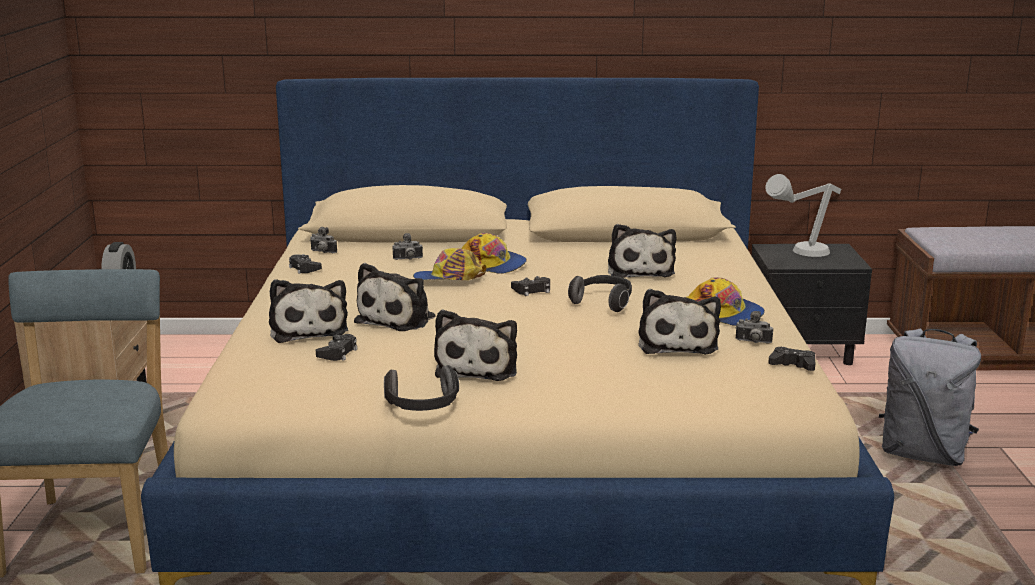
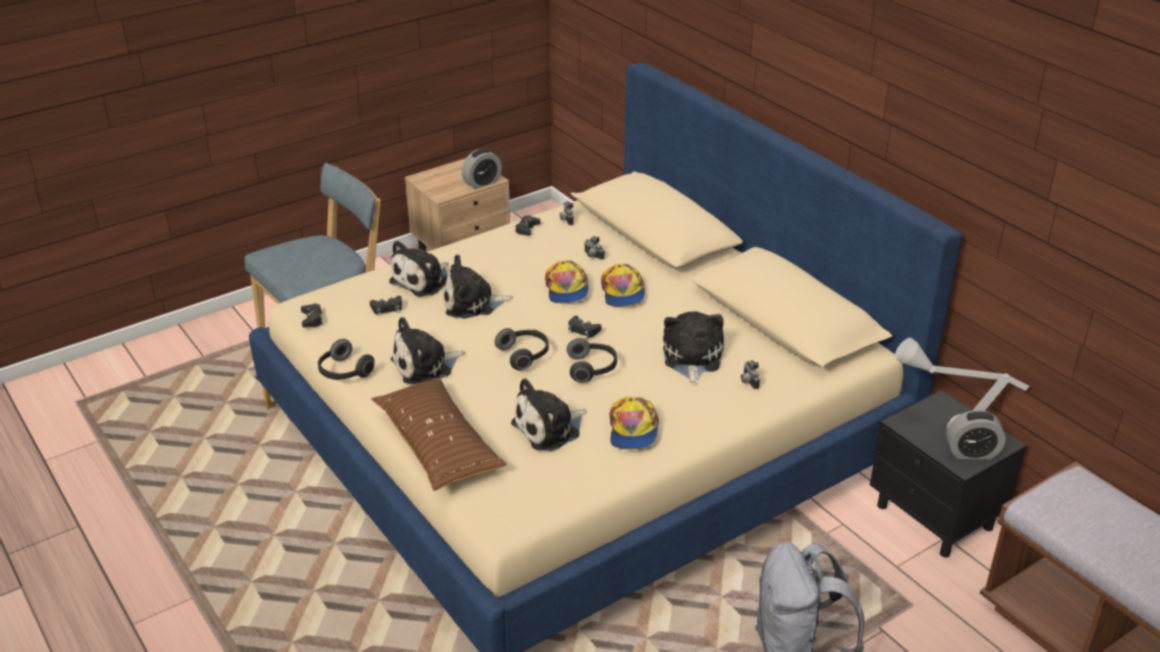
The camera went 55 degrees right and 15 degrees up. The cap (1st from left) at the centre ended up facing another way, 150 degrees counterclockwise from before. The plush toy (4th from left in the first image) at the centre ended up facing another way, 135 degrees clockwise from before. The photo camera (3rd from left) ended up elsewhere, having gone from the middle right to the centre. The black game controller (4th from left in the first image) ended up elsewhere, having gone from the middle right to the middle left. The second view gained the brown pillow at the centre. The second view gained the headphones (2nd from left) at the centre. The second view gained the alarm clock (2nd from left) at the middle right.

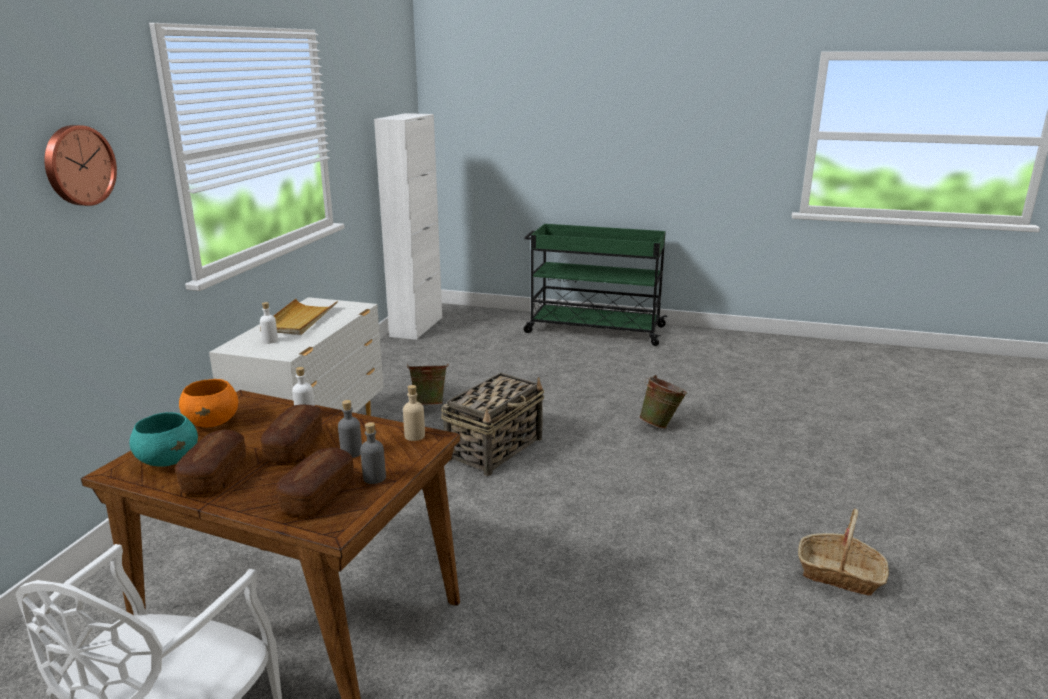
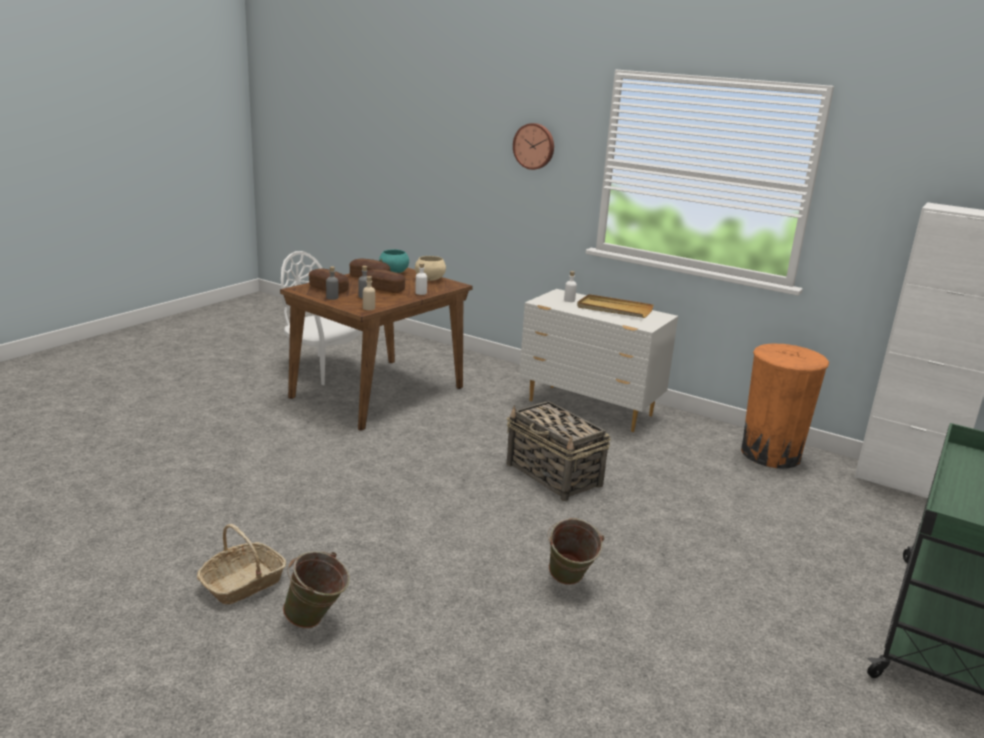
The camera went 105 degrees right and 0 degrees up. What was the orange bowl at the middle left turned into the beige bowl at the centre. The green bucket (1st from left) ended up elsewhere, having gone from the centre to the bottom left. The second view gained the orange trash can at the middle right.

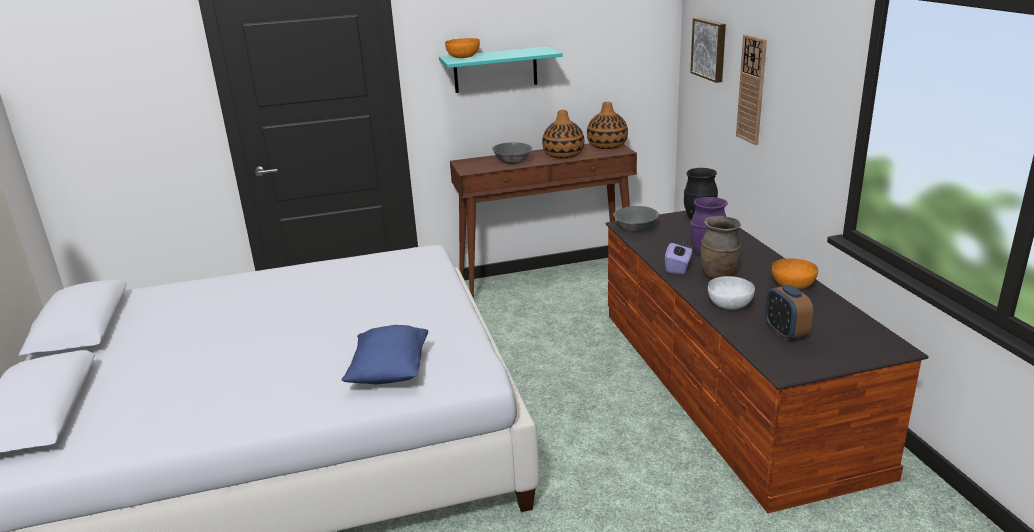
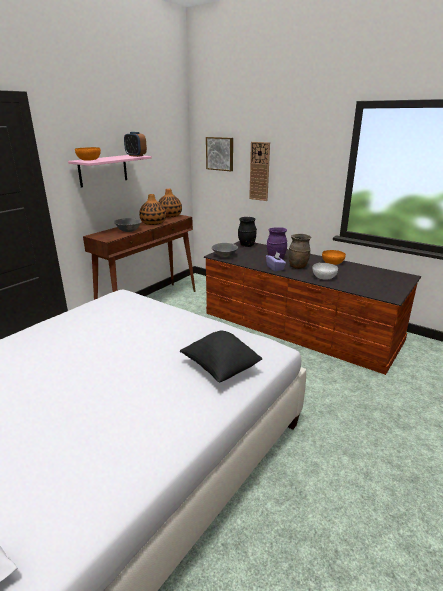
The camera went 40 degrees left and 0 degrees up. What was the blue pillow at the centre turned into the black pillow at the centre. What was the turquoise shelf at the top centre turned into the pink shelf at the top left. The alarm clock ended up elsewhere, having gone from the middle right to the top left.

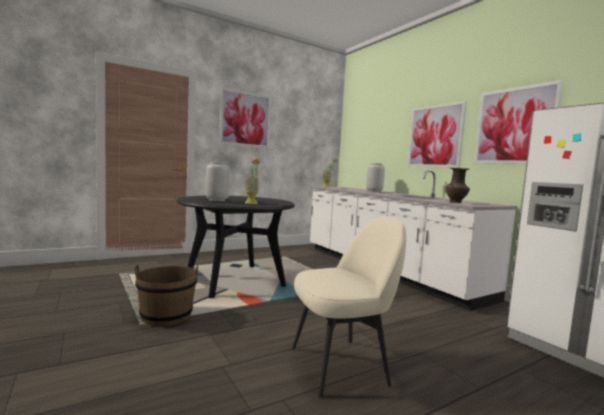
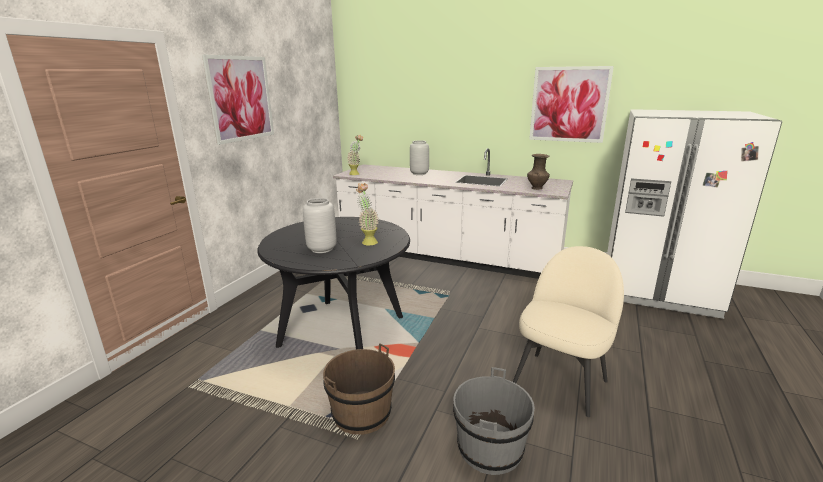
The camera went 35 degrees left and 15 degrees up. The second view lost the picture (2nd from left) at the top right. The second view gained the grey bucket at the bottom centre.

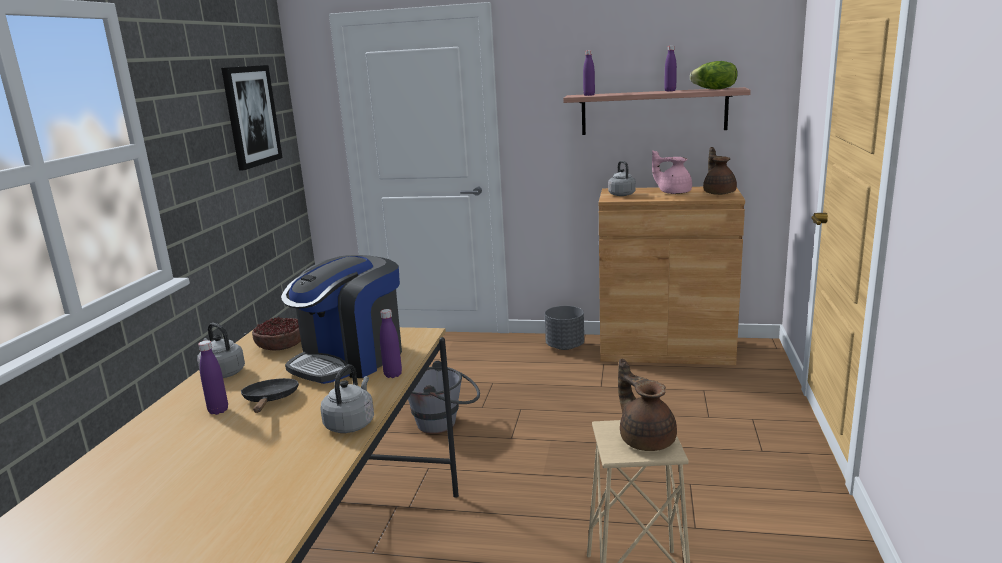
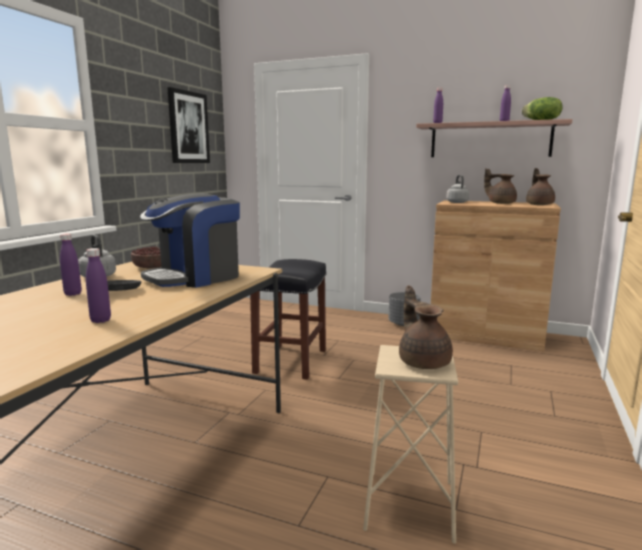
The camera went 10 degrees right and 5 degrees down. The second view lost the grey kettle (2nd from left) at the bottom centre. The purple bottle (2nd from left) ended up elsewhere, having gone from the centre to the middle left. Where the grey bucket stood at the bottom centre, the black stool came to stand at the centre. What was the pink teapot at the top right turned into the brown teapot (2nd from left) at the middle right.

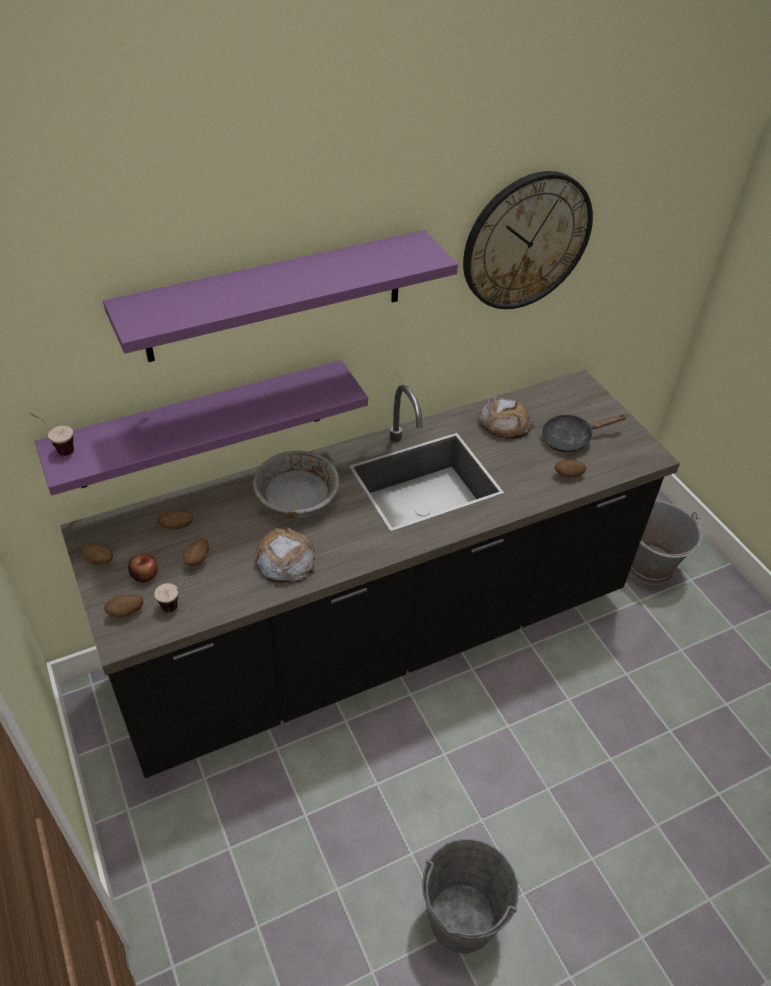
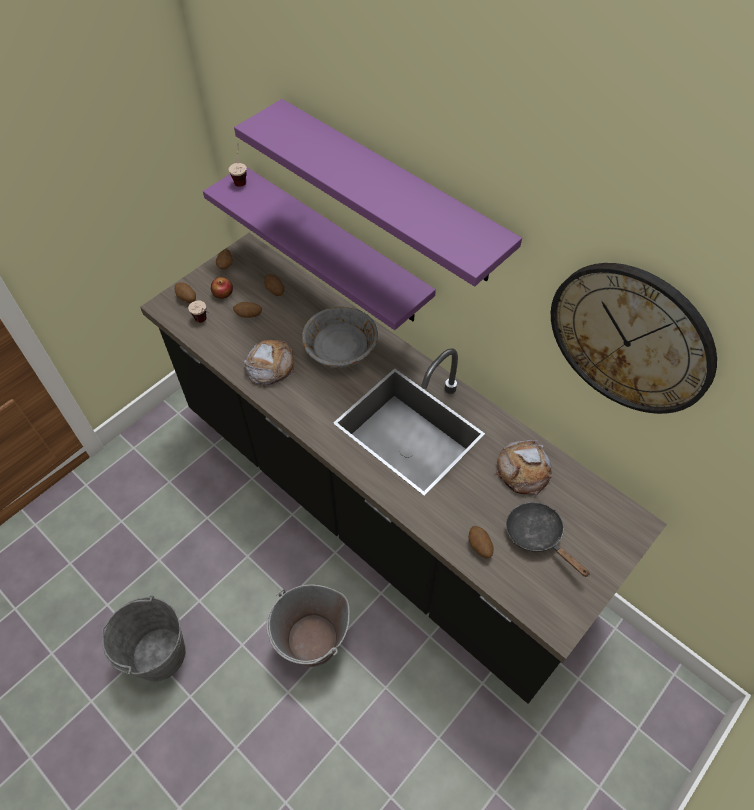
The camera went 70 degrees right and 10 degrees up. The grey bucket (2nd from left) ended up elsewhere, having gone from the middle right to the bottom centre.

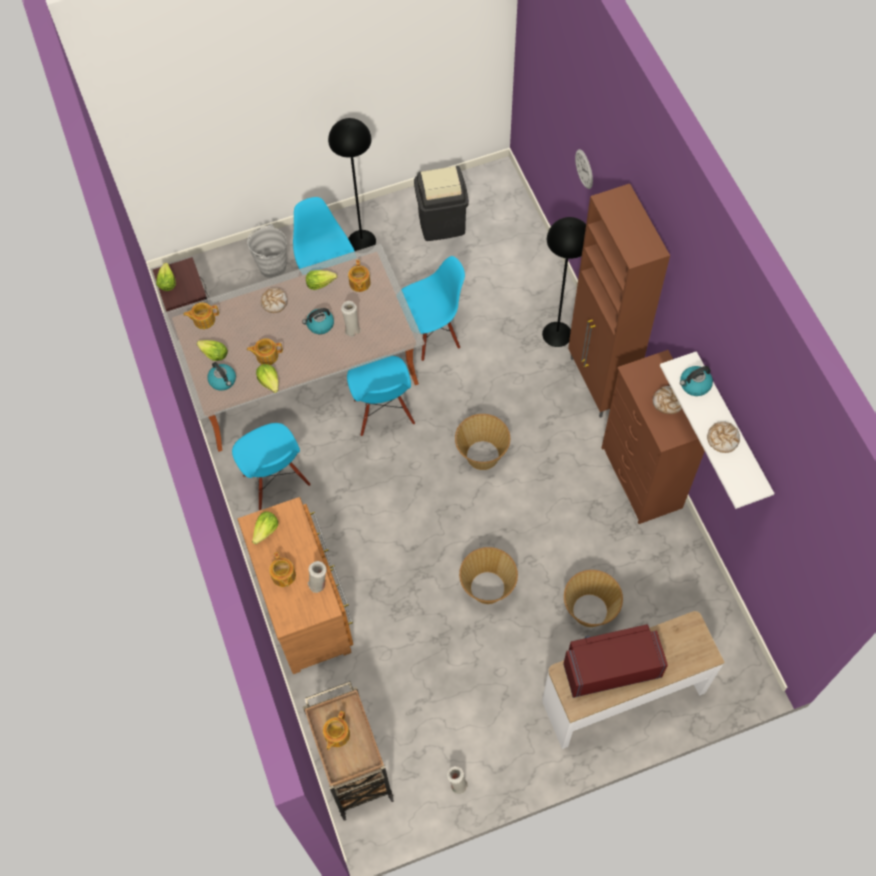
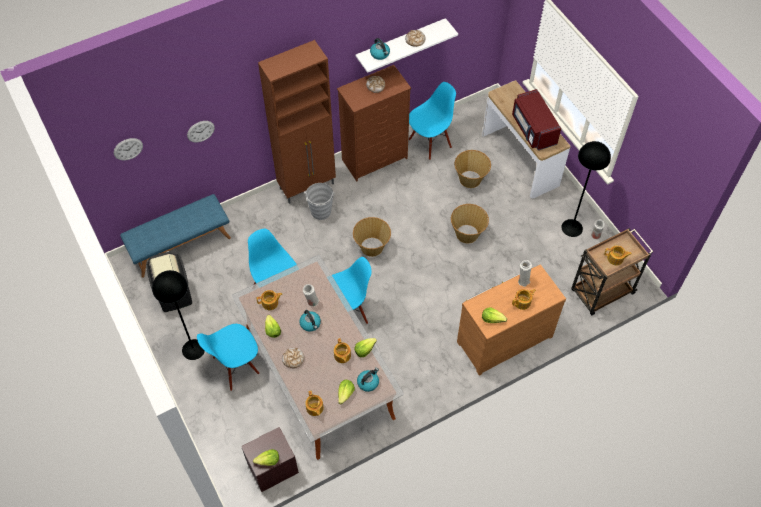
The camera went 100 degrees left and 5 degrees down. The blue chair (1st from left in the first image) ended up elsewhere, having gone from the middle left to the top centre. The grey bucket ended up elsewhere, having gone from the top left to the centre. The black floor lamp (2nd from left) ended up elsewhere, having gone from the top centre to the middle right. The second view gained the wall clock (1st from left) at the top left. The second view gained the blue bench at the middle left.

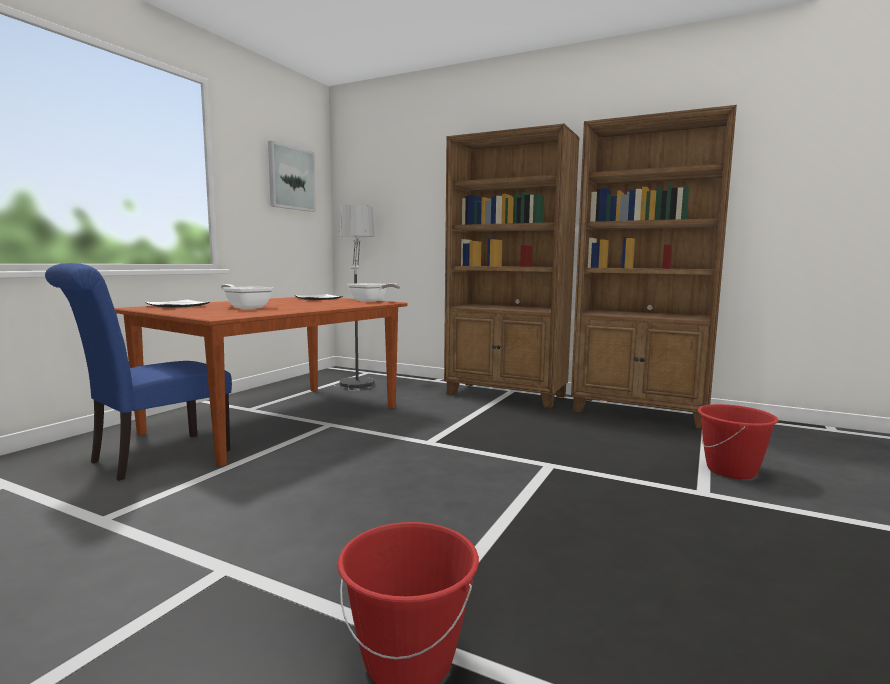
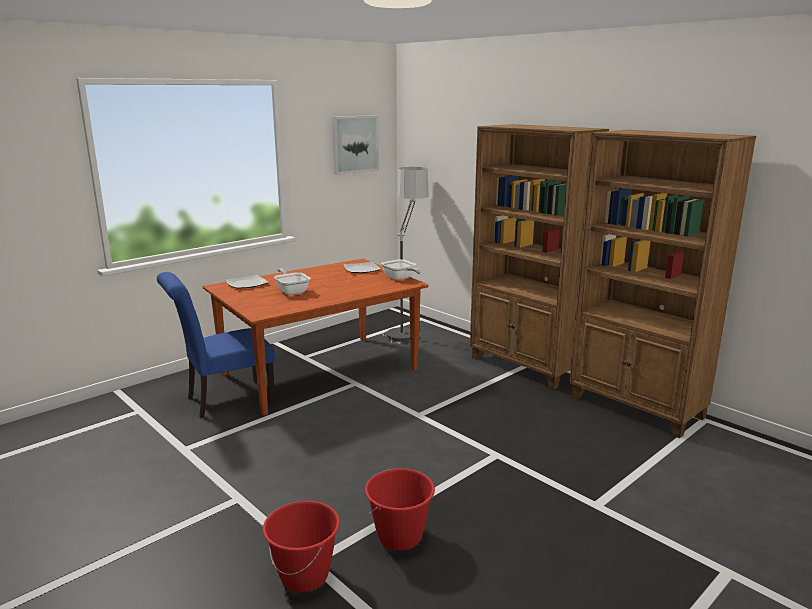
The camera went 20 degrees right and 10 degrees up. The red bucket (2nd from left) ended up elsewhere, having gone from the middle right to the bottom centre.

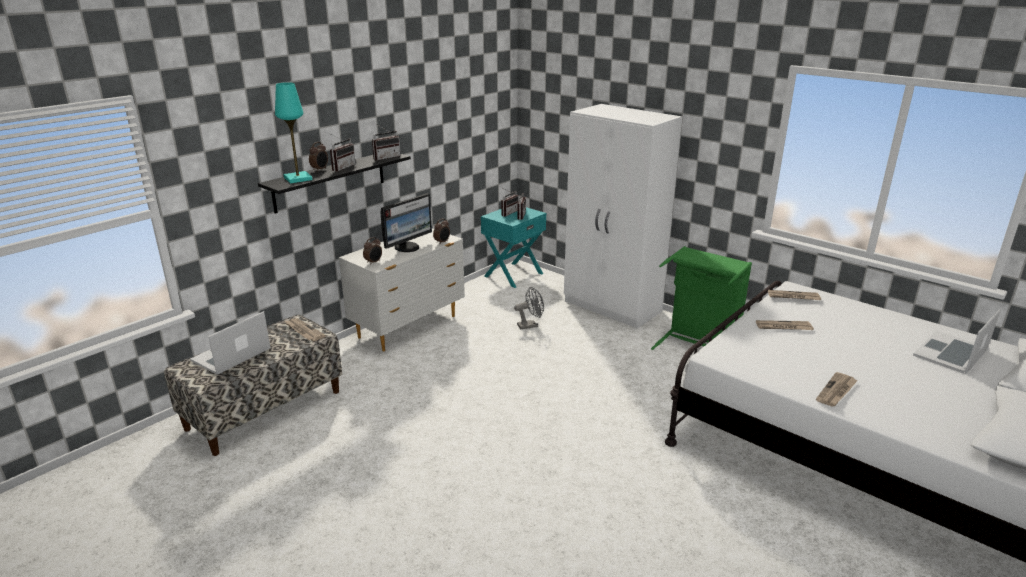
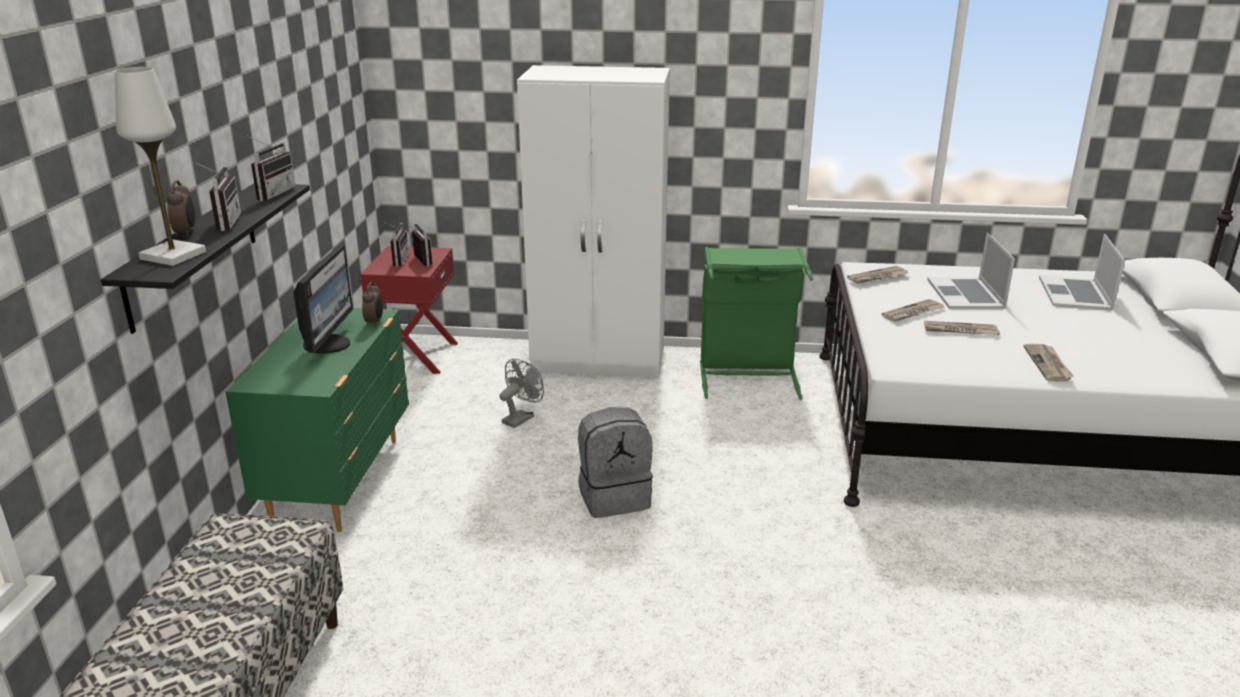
The camera went 35 degrees left and 0 degrees up. The laptop (1st from left) ended up elsewhere, having gone from the middle left to the middle right. What was the turquoise table lamp at the top left turned into the white table lamp at the top left. The newspaper (1st from left in the first image) ended up elsewhere, having gone from the middle left to the middle right. What was the white dresser at the centre turned into the green dresser at the middle left. The second view lost the alarm clock (2nd from left) at the centre. What was the turquoise nightstand at the centre turned into the red nightstand at the middle left. The second view gained the grey backpack at the centre.

